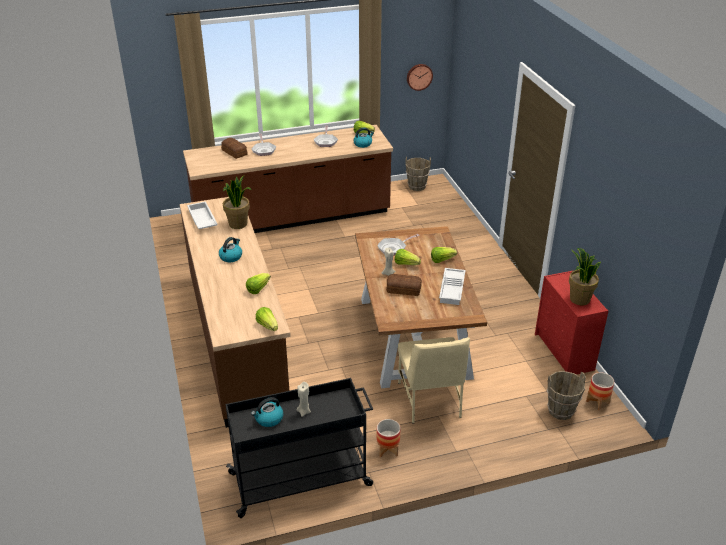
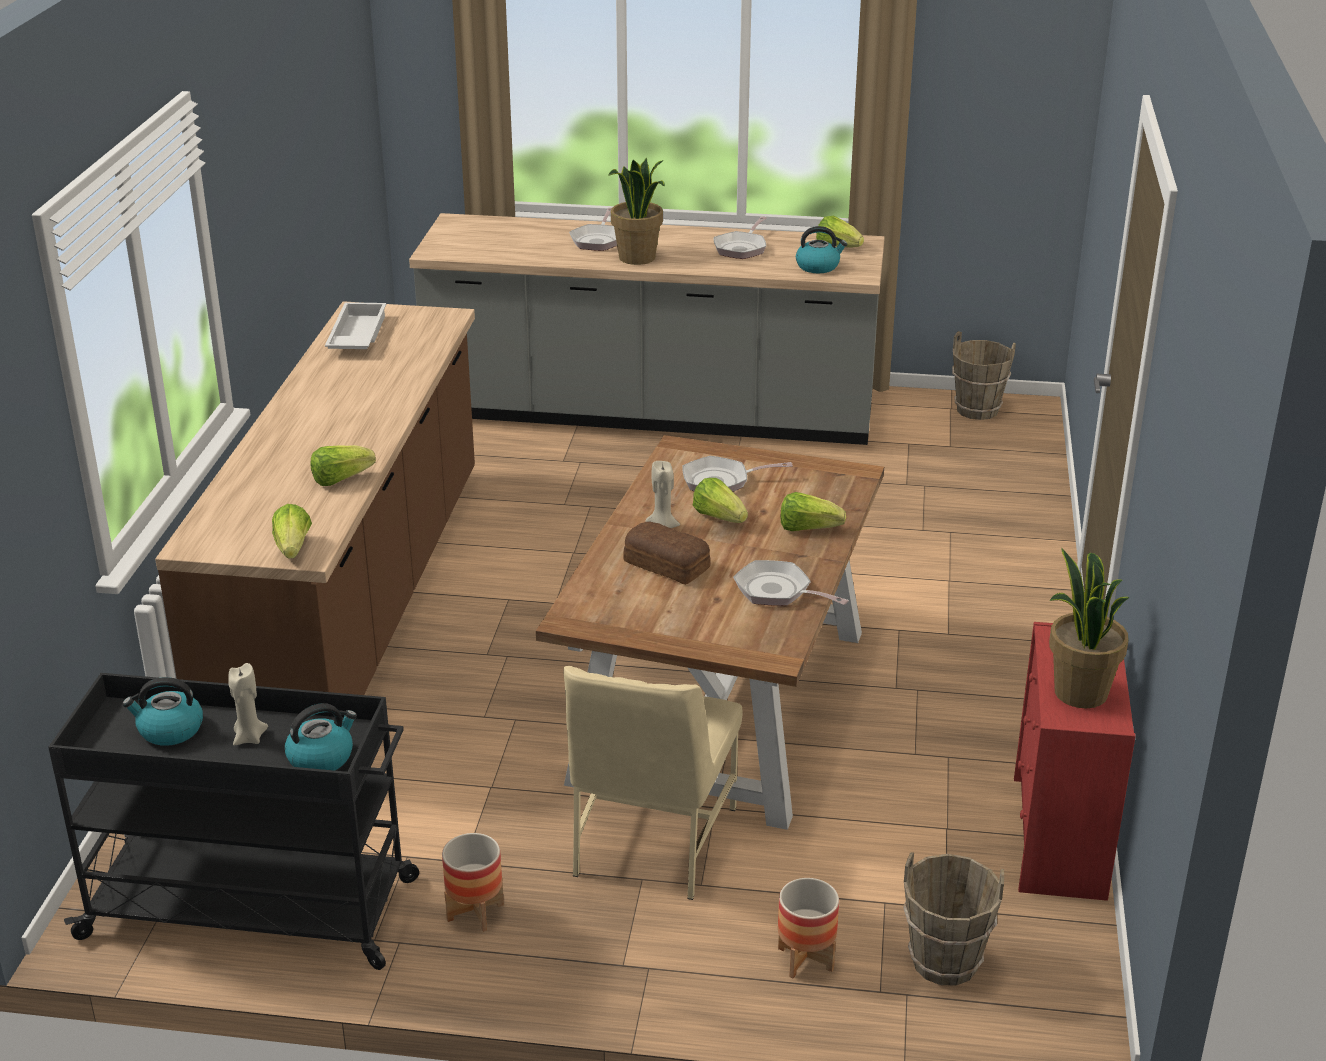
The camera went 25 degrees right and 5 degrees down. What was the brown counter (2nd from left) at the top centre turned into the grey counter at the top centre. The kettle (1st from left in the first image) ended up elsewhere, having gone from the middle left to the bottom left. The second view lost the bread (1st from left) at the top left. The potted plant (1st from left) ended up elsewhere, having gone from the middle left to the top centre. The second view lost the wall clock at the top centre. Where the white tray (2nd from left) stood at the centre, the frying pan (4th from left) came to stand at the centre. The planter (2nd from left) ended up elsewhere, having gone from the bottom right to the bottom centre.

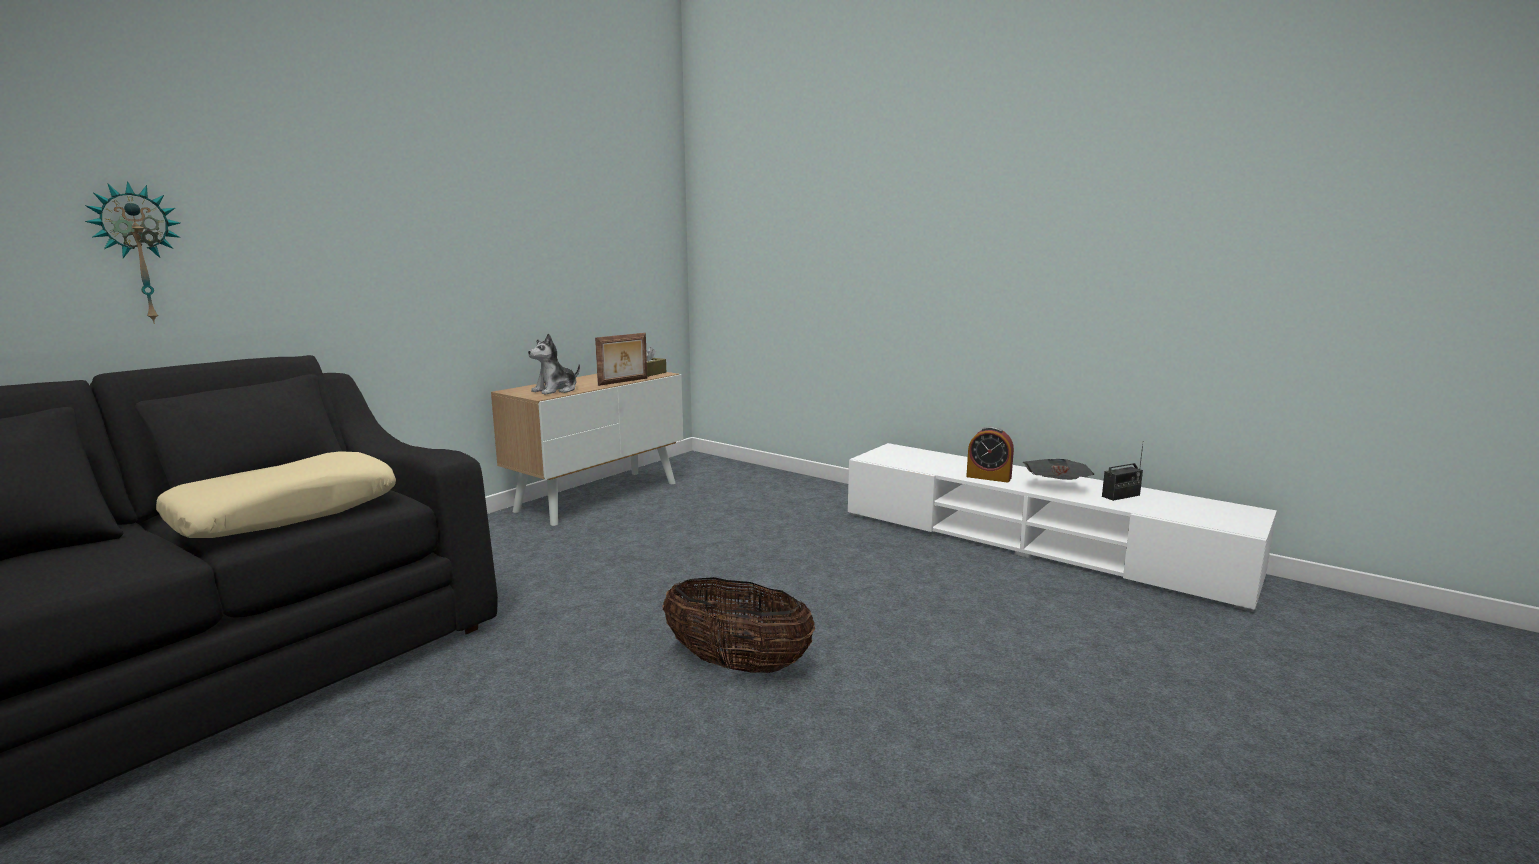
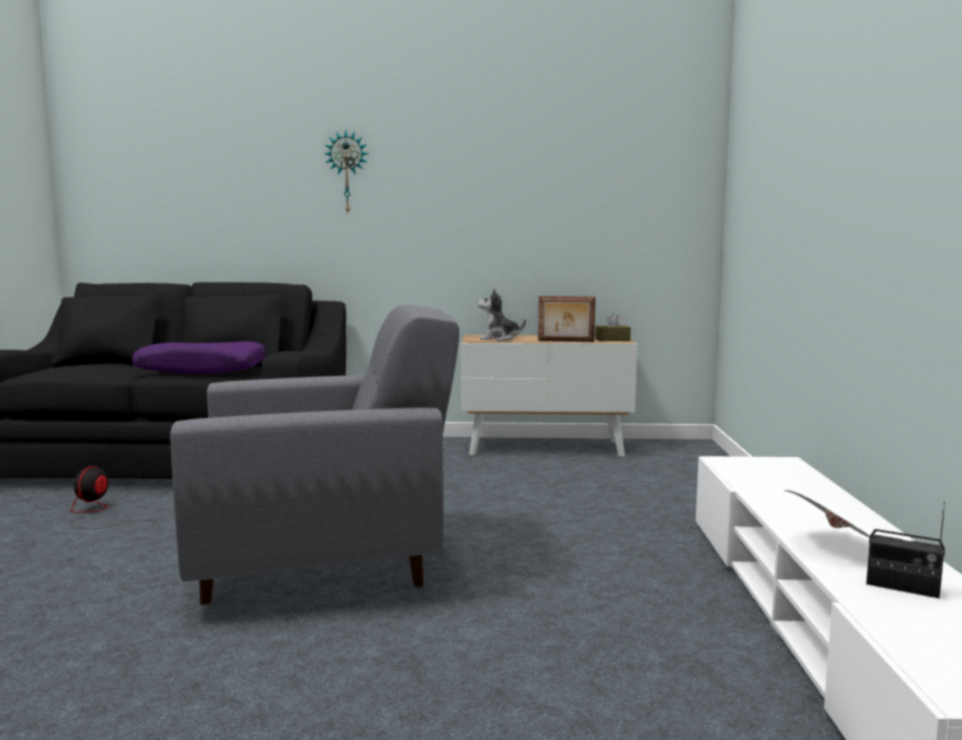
The camera went 55 degrees right and 5 degrees down. The wall clock ended up elsewhere, having gone from the top left to the top centre. What was the beige pillow at the middle left turned into the purple pillow at the middle left. Where the basket stood at the bottom centre, the grey armchair came to stand at the middle left. The second view lost the alarm clock at the centre. The second view gained the fan at the bottom left.

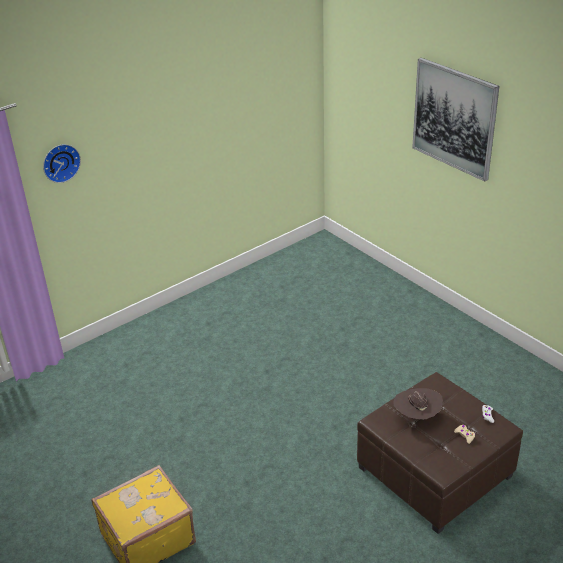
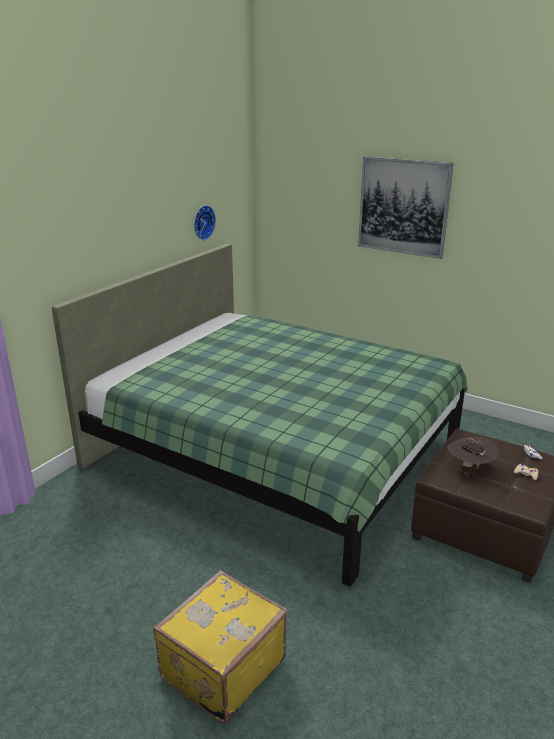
The camera went 20 degrees left and 10 degrees down. The wall clock ended up elsewhere, having gone from the top left to the top centre. The second view gained the green bed at the centre.

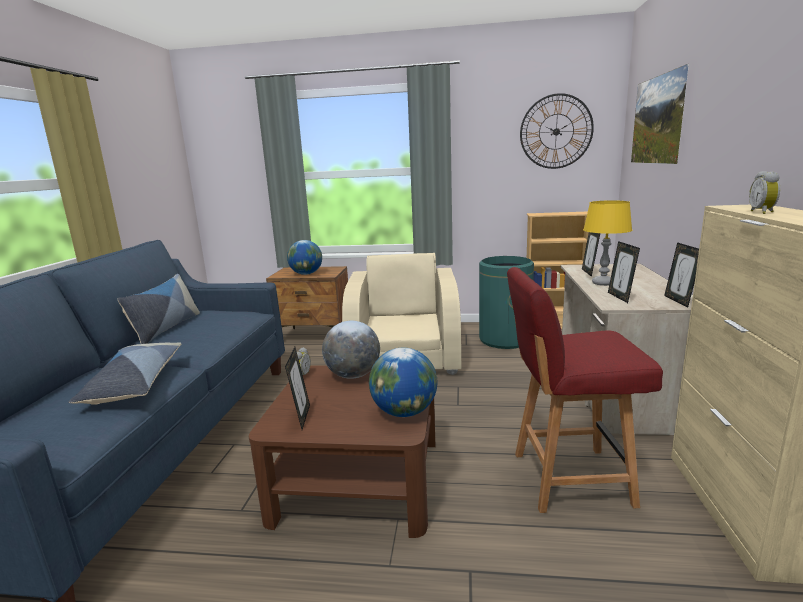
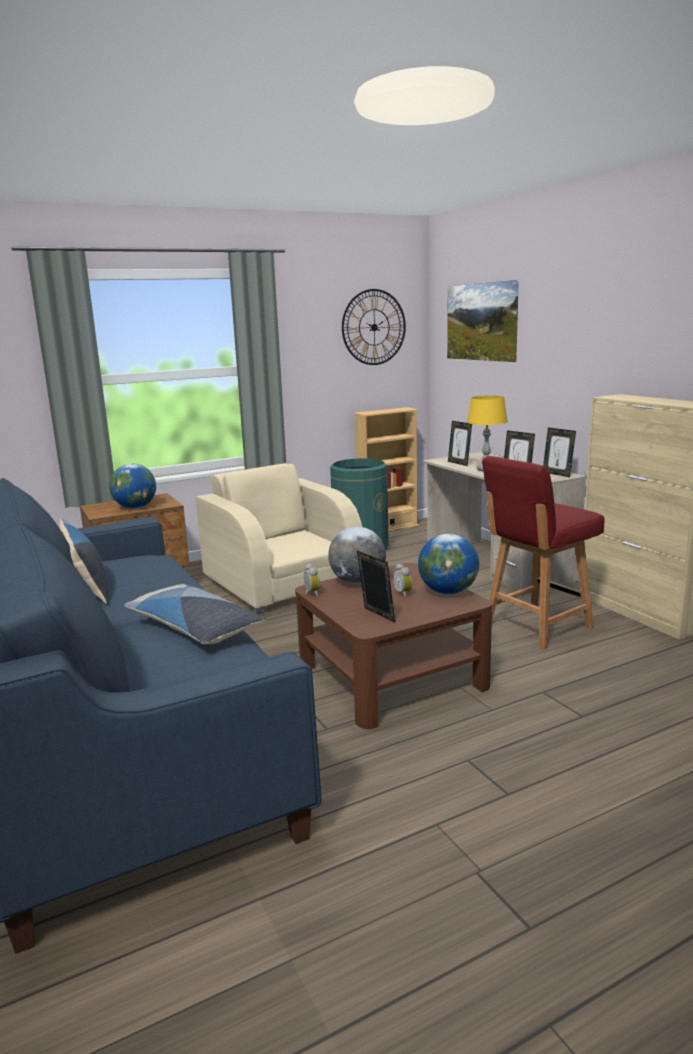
The camera went 35 degrees left and 0 degrees up. The alarm clock (2nd from left) ended up elsewhere, having gone from the top right to the centre.

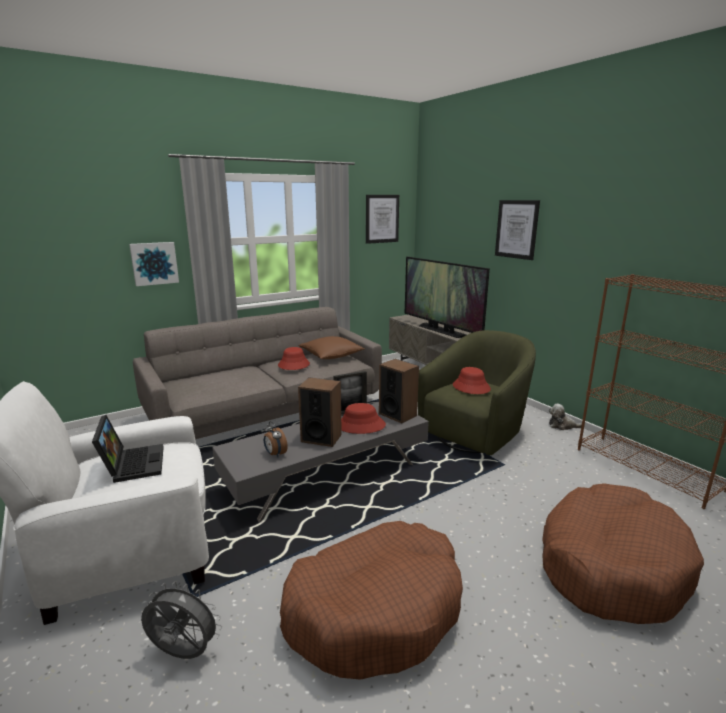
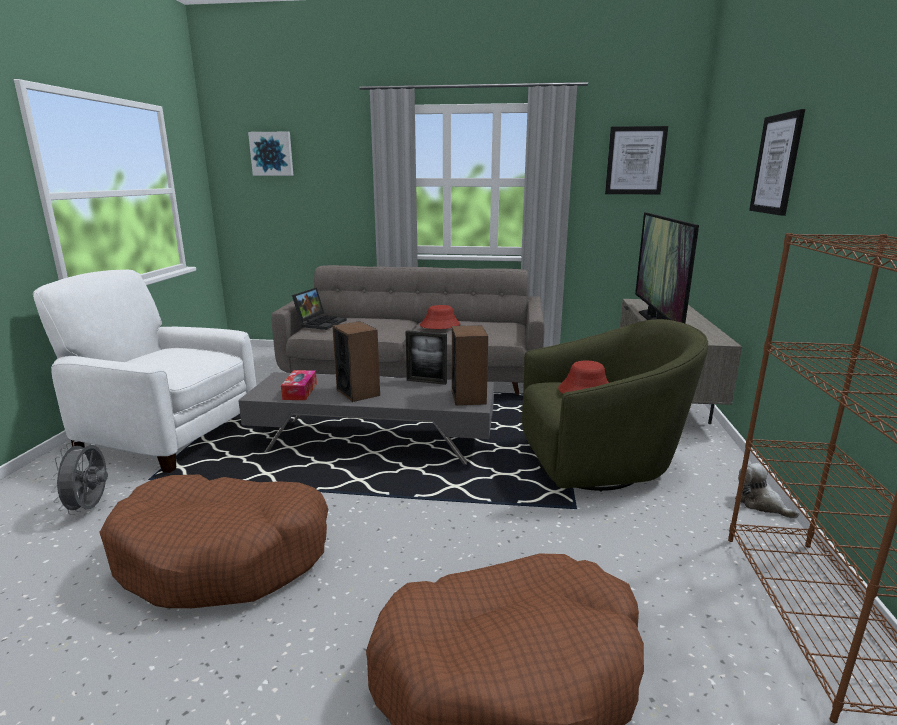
The camera went 40 degrees right and 0 degrees up. The laptop ended up elsewhere, having gone from the middle left to the centre. The picture (1st from left) ended up elsewhere, having gone from the middle left to the top left. The grey fan at the bottom left ended up facing another way, 150 degrees counterclockwise from before. Where the alarm clock stood at the centre, the tissue box came to stand at the centre. The second view lost the brown pillow at the centre. The second view lost the red hat (2nd from left) at the centre.

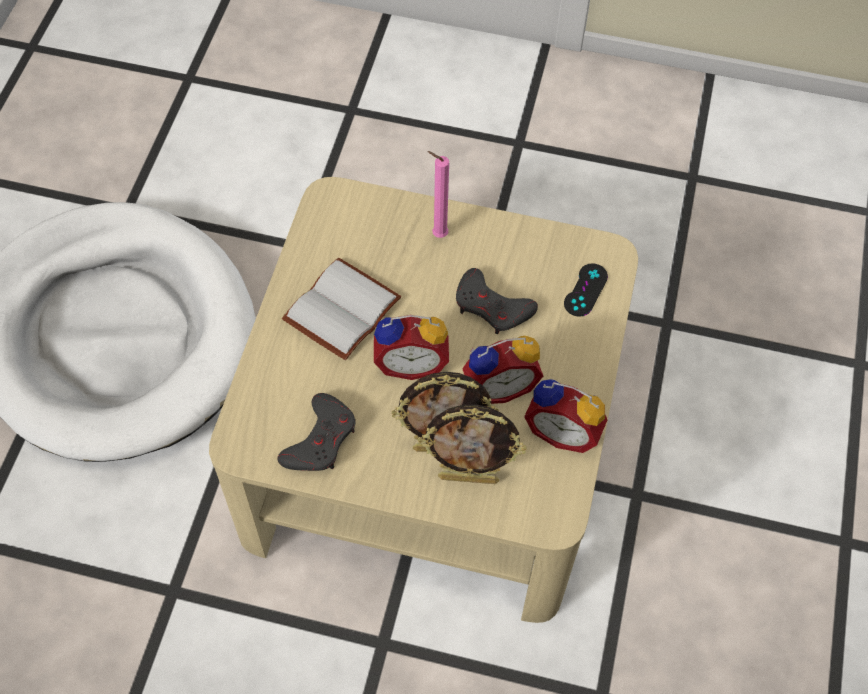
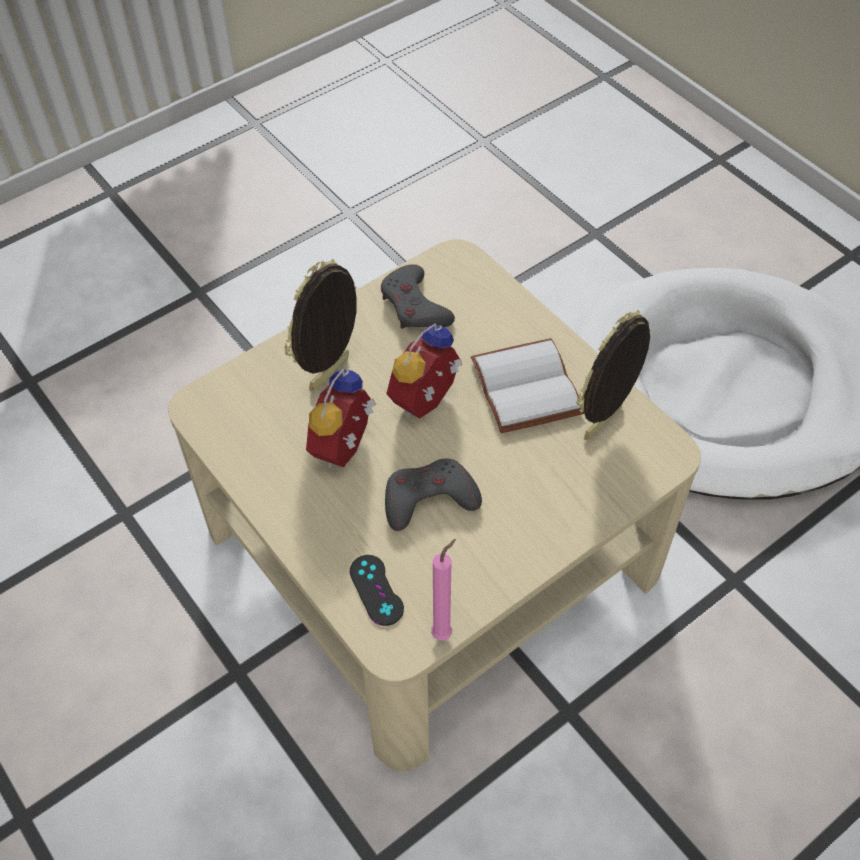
The camera went 130 degrees right and 5 degrees down. The picture frame (2nd from left) ended up elsewhere, having gone from the centre to the middle right. The pink candle ended up elsewhere, having gone from the top centre to the bottom centre. The second view lost the alarm clock (3rd from left) at the centre.

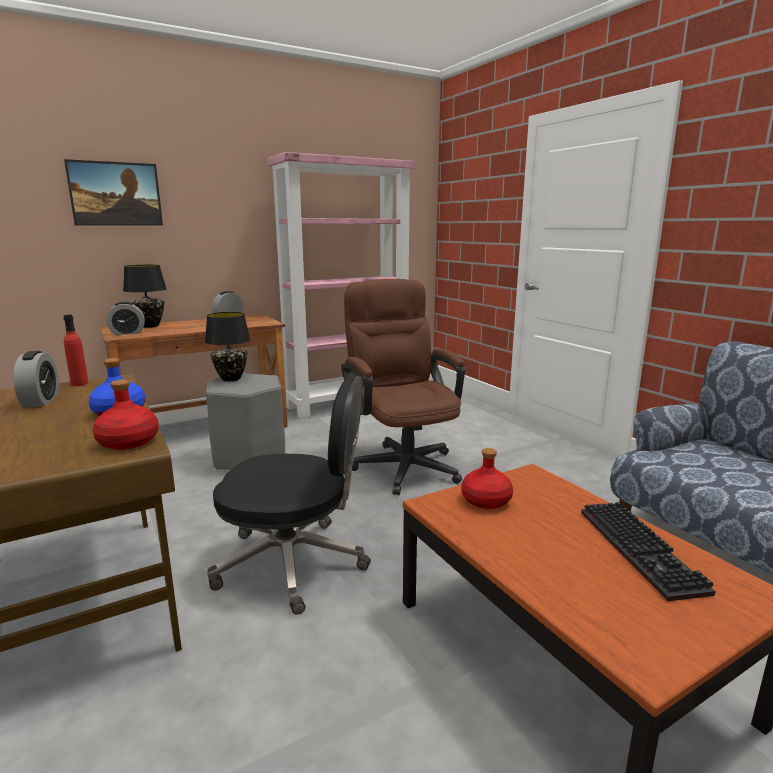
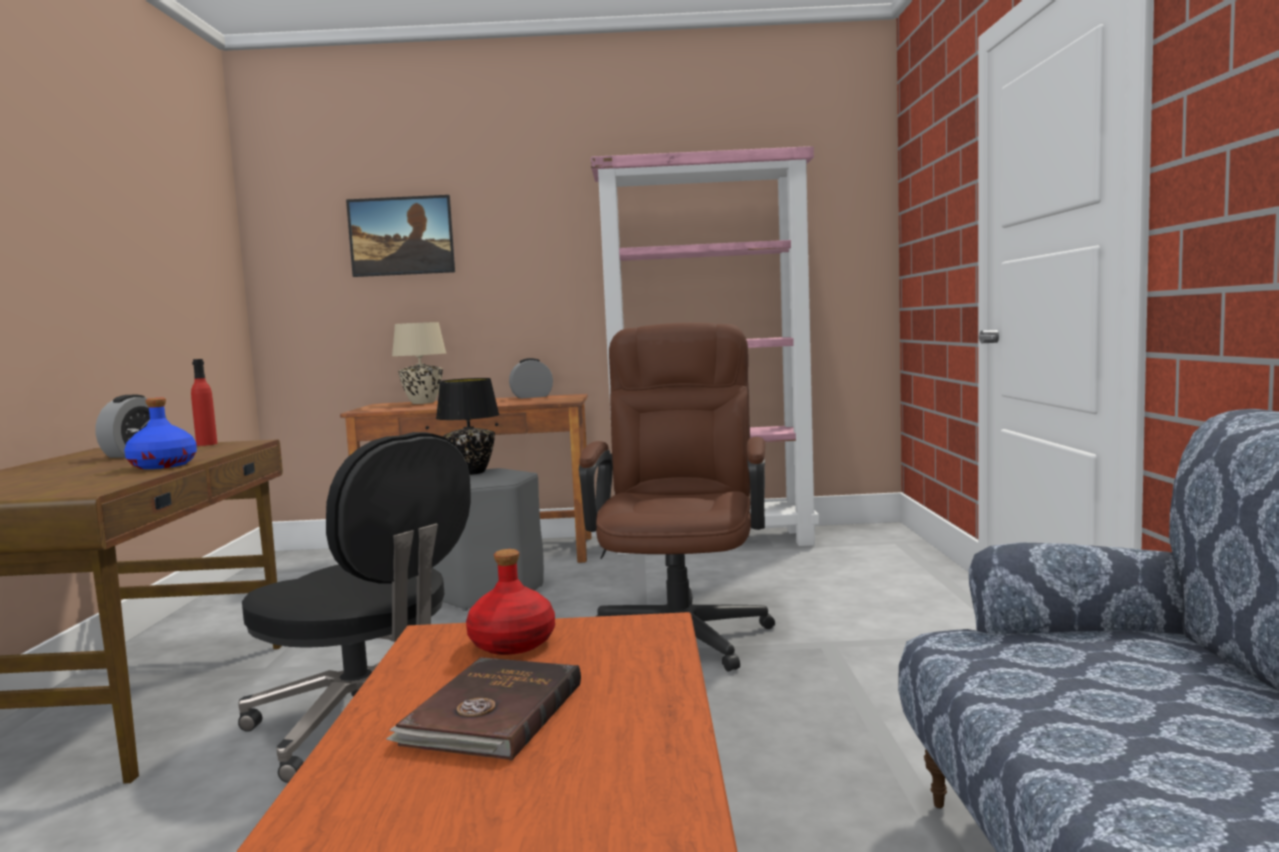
The camera went 30 degrees right and 10 degrees down. The second view lost the red bottle (2nd from left) at the middle left. The second view lost the alarm clock (2nd from left) at the middle left. What was the black table lamp (1st from left) at the middle left turned into the beige table lamp at the middle left. The second view lost the keyboard at the bottom right. The second view gained the brown book at the bottom centre.

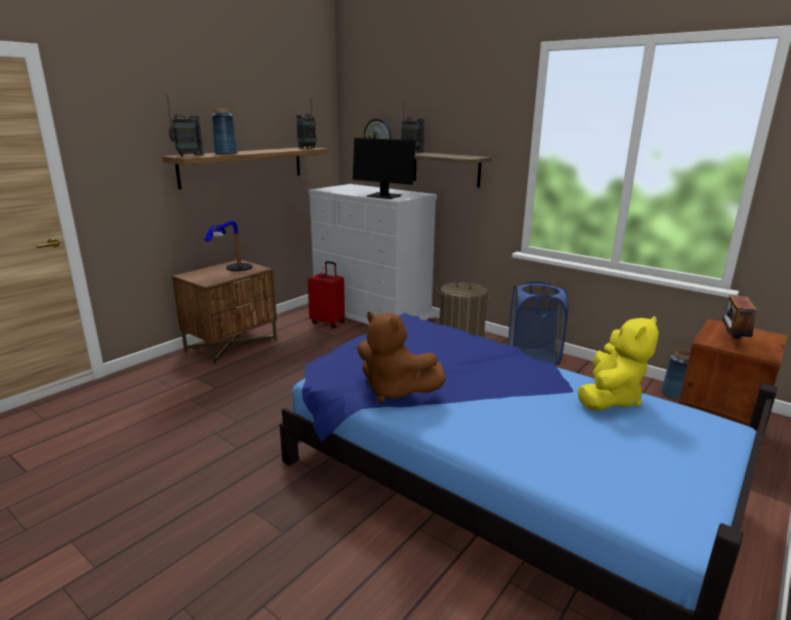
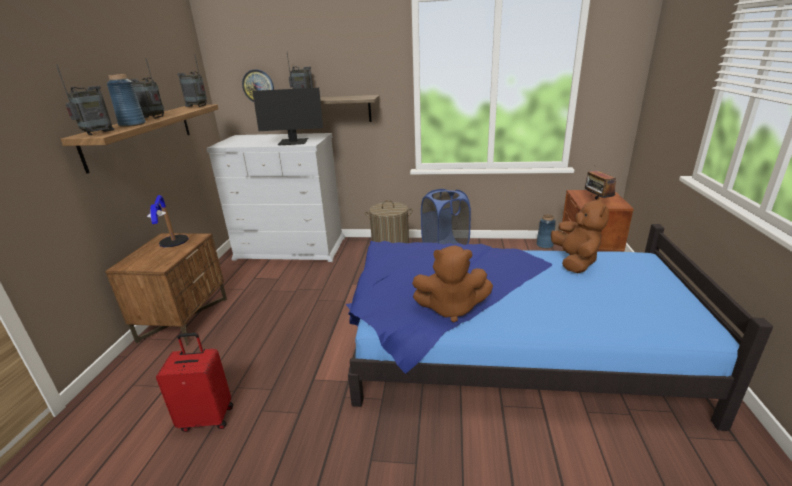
The camera went 30 degrees left and 5 degrees up. The red suitcase ended up elsewhere, having gone from the centre to the bottom left. What was the yellow plush toy at the middle right turned into the brown plush toy (2nd from left) at the middle right. The second view gained the radio (2nd from left) at the top left.

